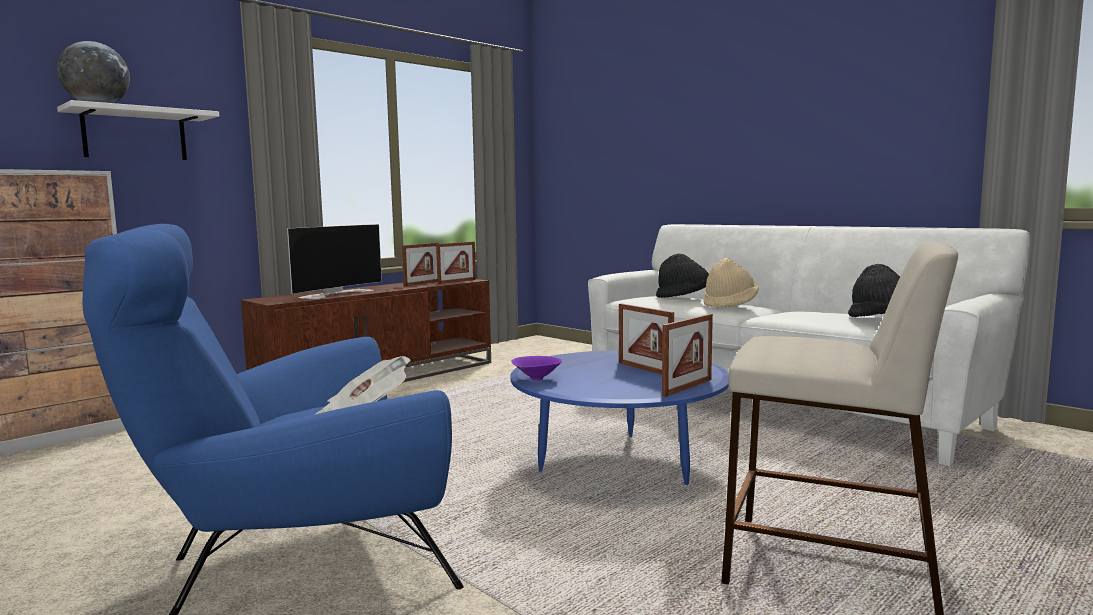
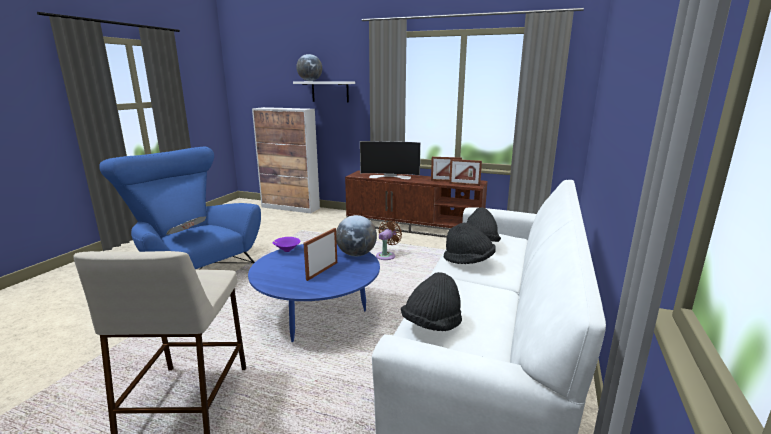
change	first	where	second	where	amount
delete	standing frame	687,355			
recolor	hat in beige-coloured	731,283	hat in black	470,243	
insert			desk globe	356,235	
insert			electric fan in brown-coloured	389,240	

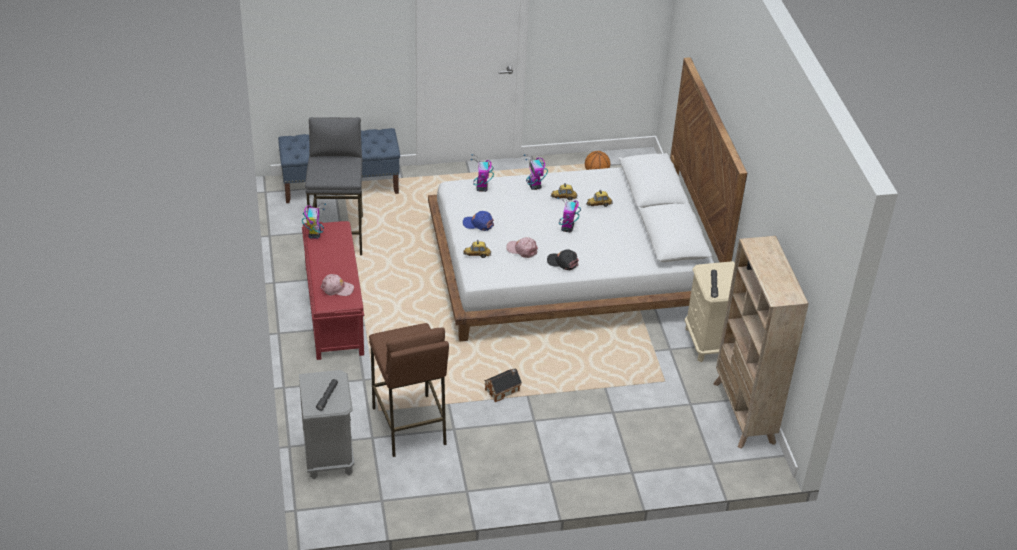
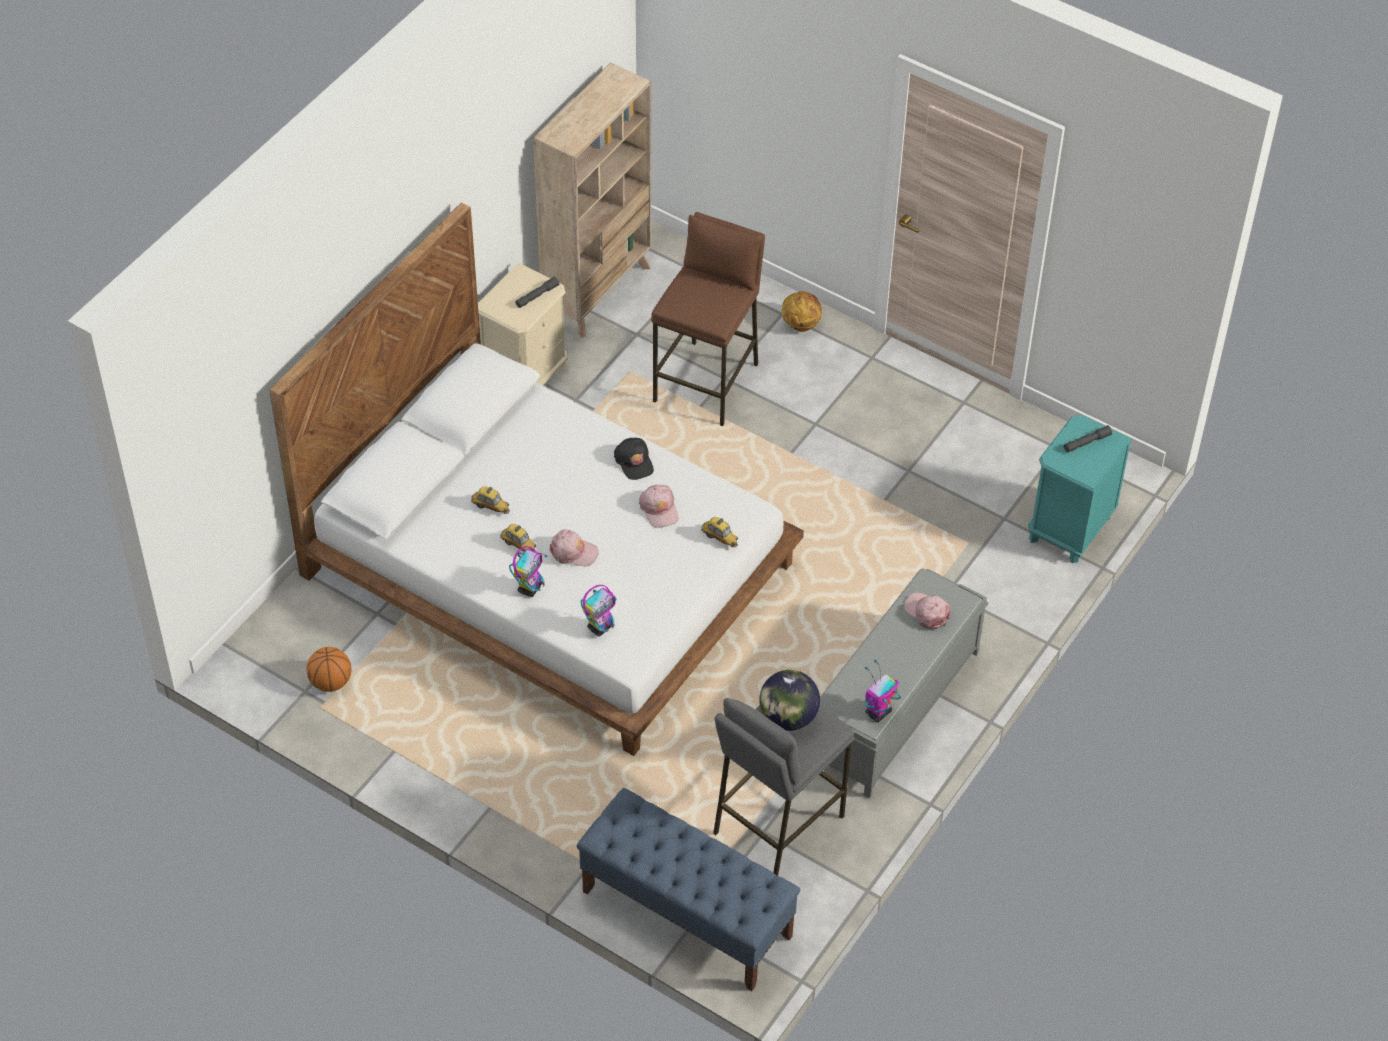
change	first	where	second	where	amount
recolor	nightstand in greyish	327,424	nightstand in turquoise-coloured	1080,489	
recolor	bench in red-coloured	333,290	bench in greyish	904,683	
move	stool in brown-coloured	409,390		708,319	
delete	cap in bluish	478,221			
delete	toy house	503,385			
delete	model robot	569,212			
insert			cap in pinkish	574,548	
insert			desk globe	789,700	
insert			basketball ball	802,311	

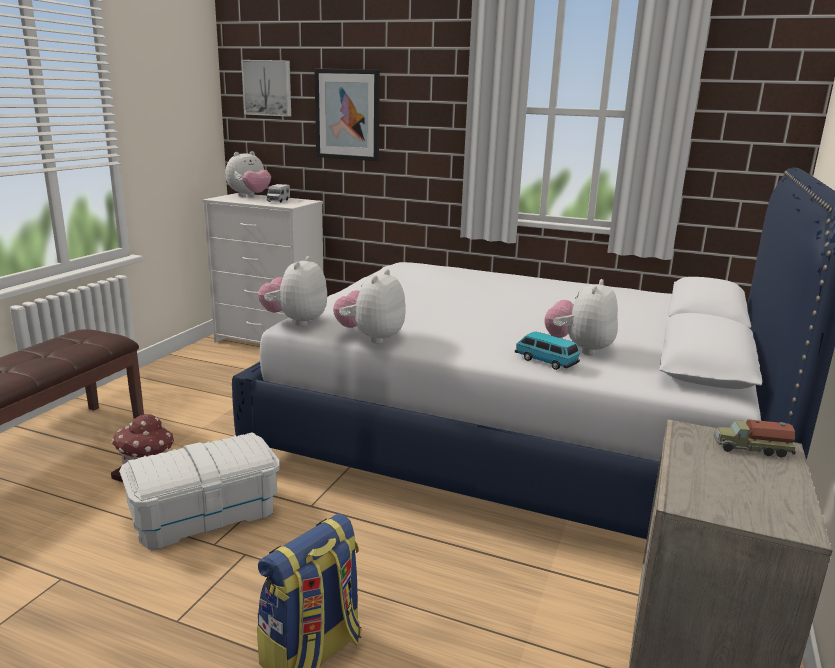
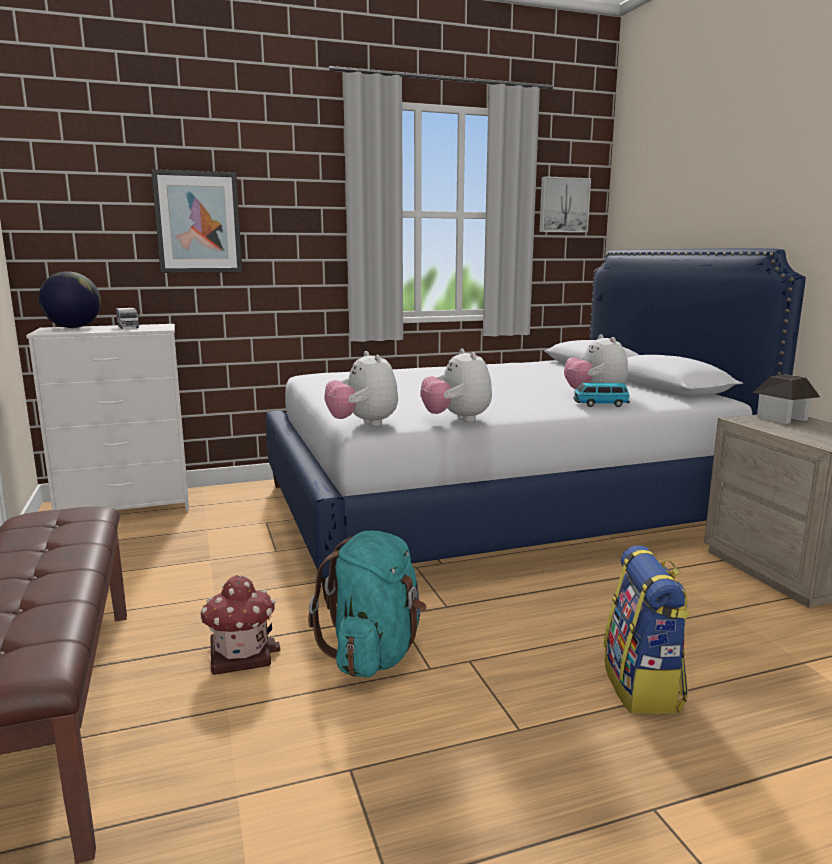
change	first	where	second	where	amount
replace	storage box in whitish	199,491	backpack in turquoise-coloured	367,604	
replace	soft toy	248,173	desk globe	70,299	
move	picture	266,88		565,204	
replace	toy truck	754,438	toy house	786,399	

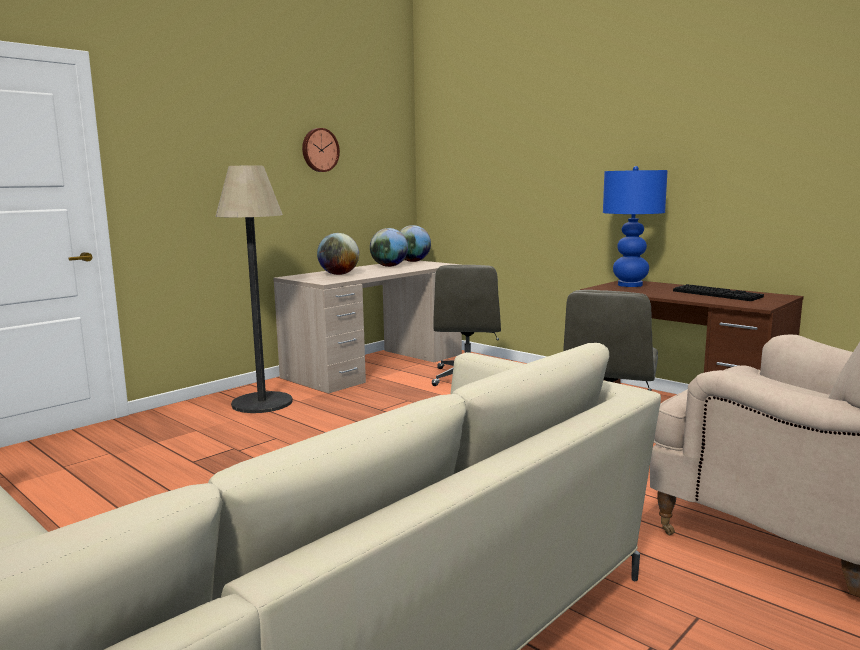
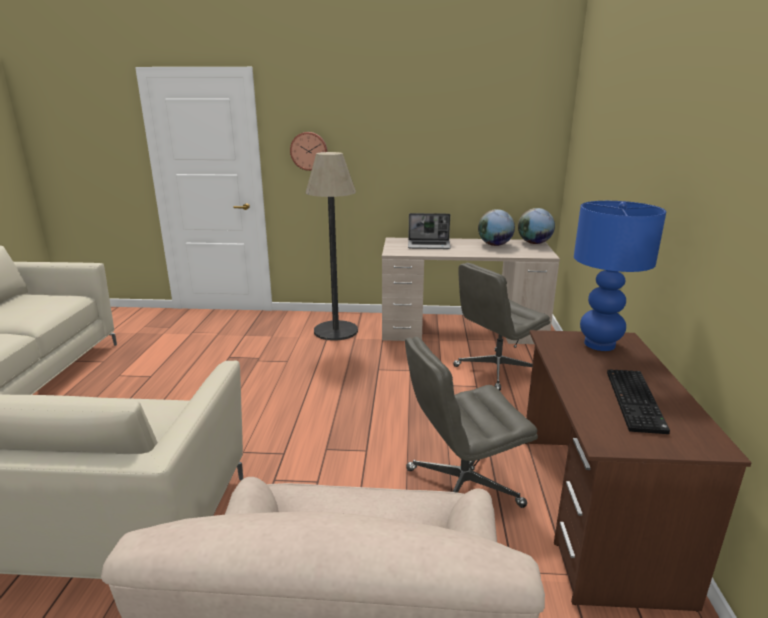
change	first	where	second	where	amount
move	hanging clock	321,150		308,151	
replace	desk globe	338,254	portable computer	429,231	

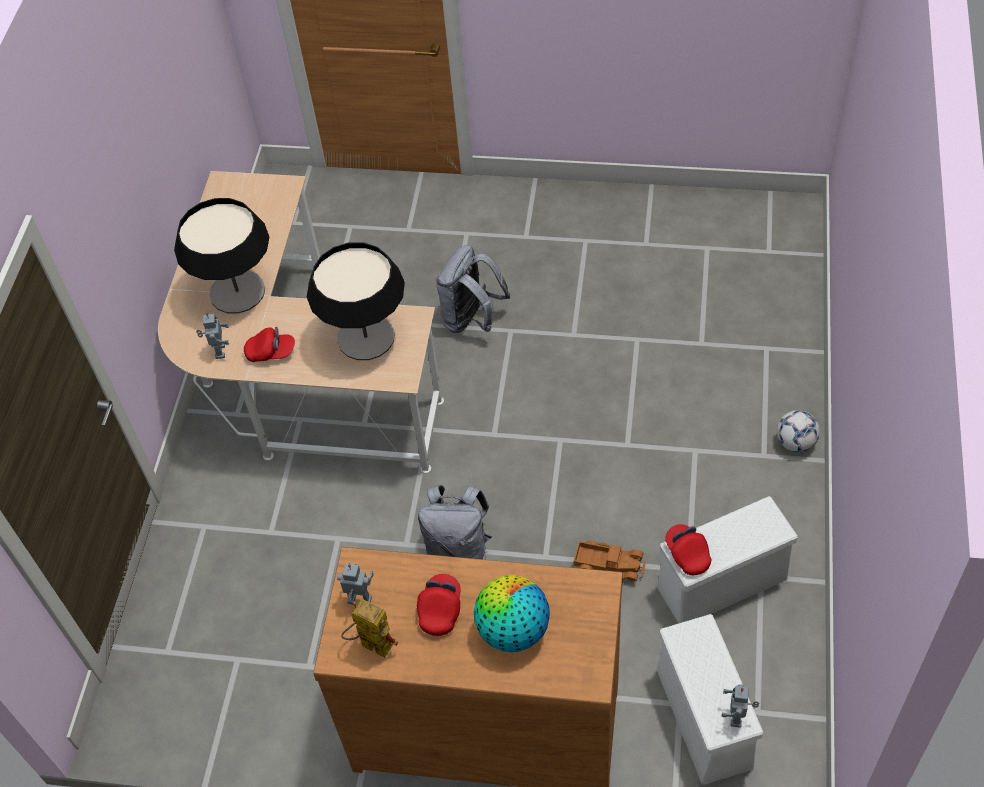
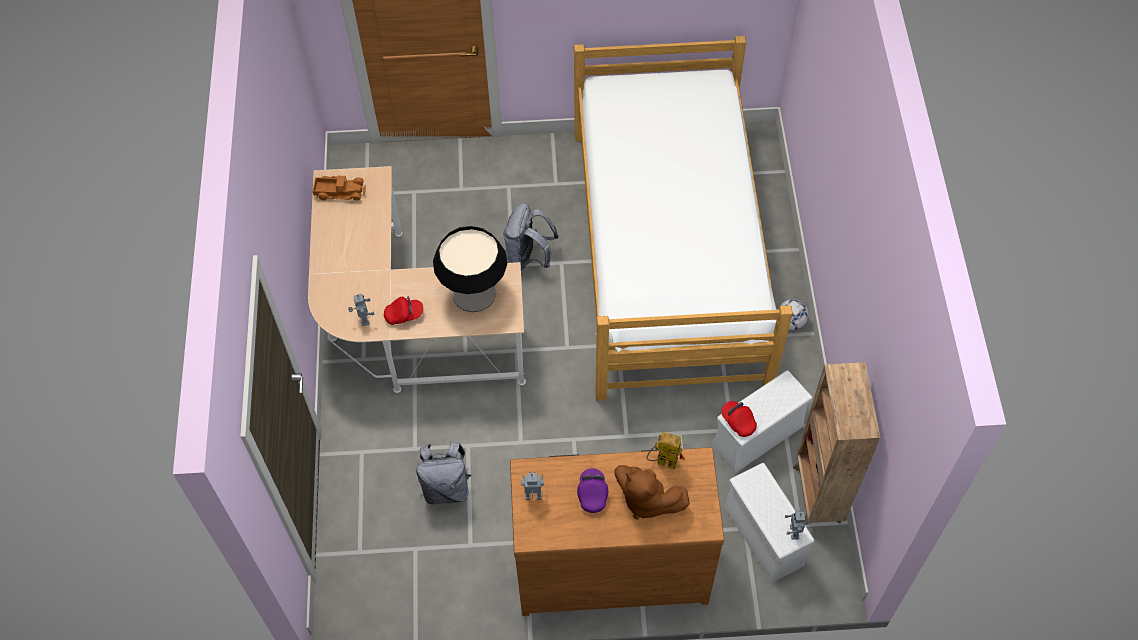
change	first	where	second	where	amount
delete	lamp for a table	221,255			
move	model robot	370,628		666,450	
recolor	cap in red-coloured	439,605	cap in purple	592,490	
move	backpack in greyish	455,522		443,473	
replace	desk globe	512,613	soft toy in brown-coloured	652,492	
move	toy truck	609,561		339,188	
insert			bedroom bed	683,218	
insert			bookcase in brown-coloured	836,444	

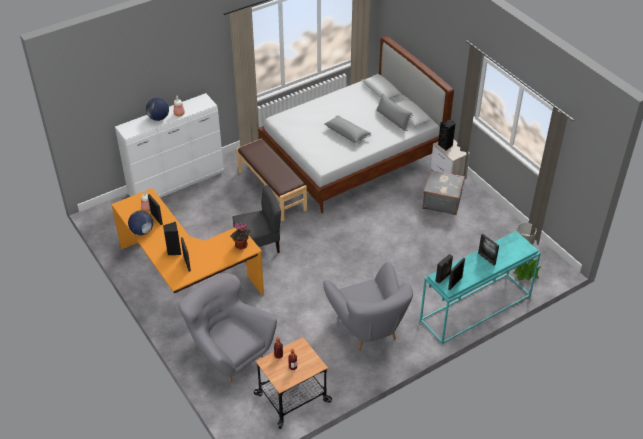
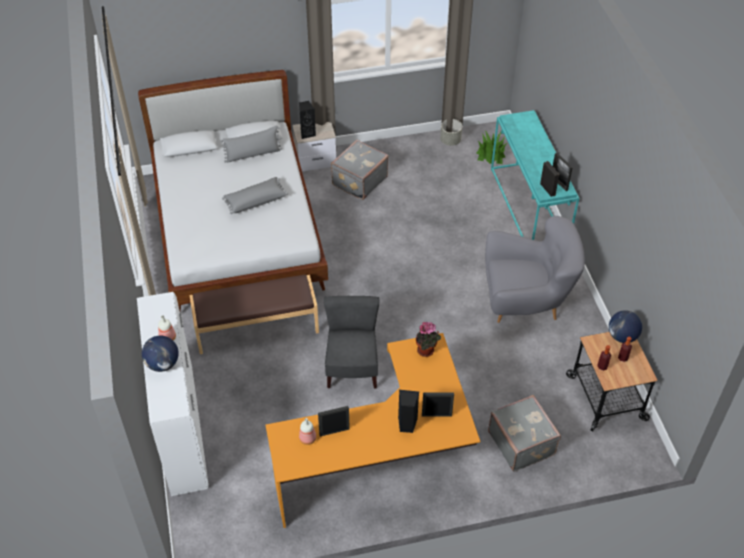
change	first	where	second	where	amount
move	desk globe	140,223		625,326	
replace	armchair in greyish	228,327	suitcase in greyish	524,433	
delete	standing frame	488,250			

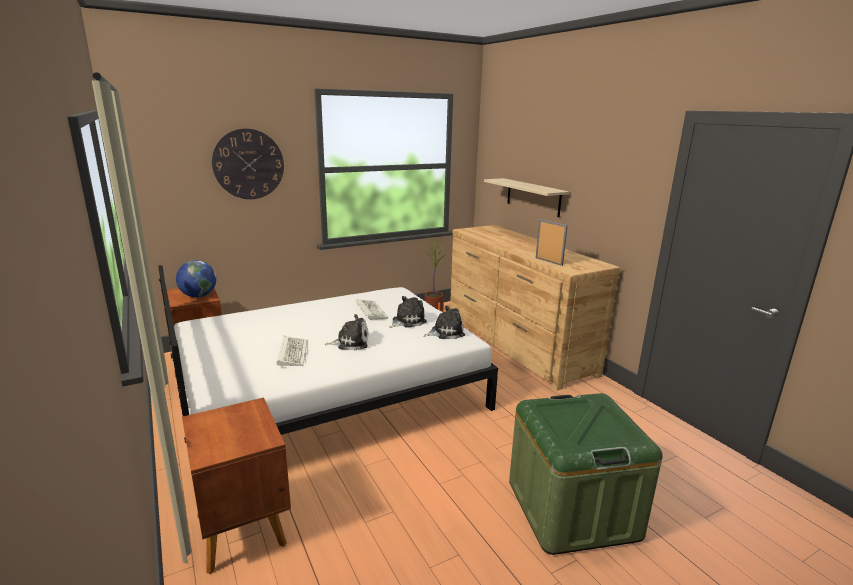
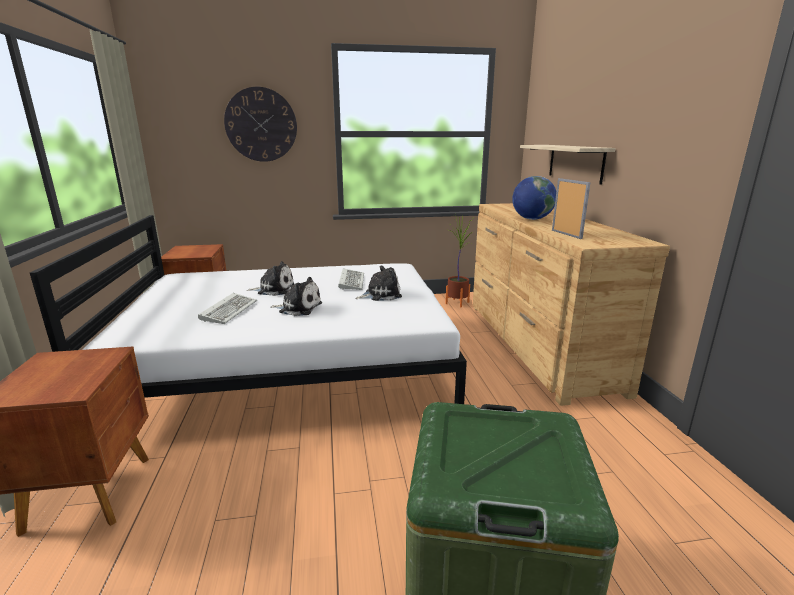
change	first	where	second	where	amount
move	desk globe	196,278		534,198	
move	soft toy	444,322		270,278	

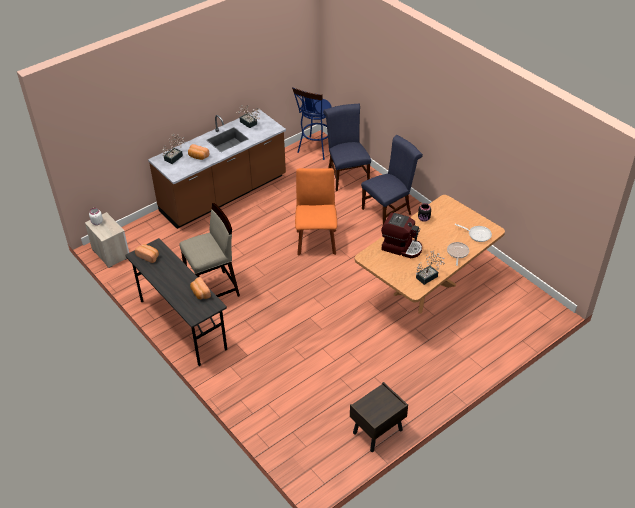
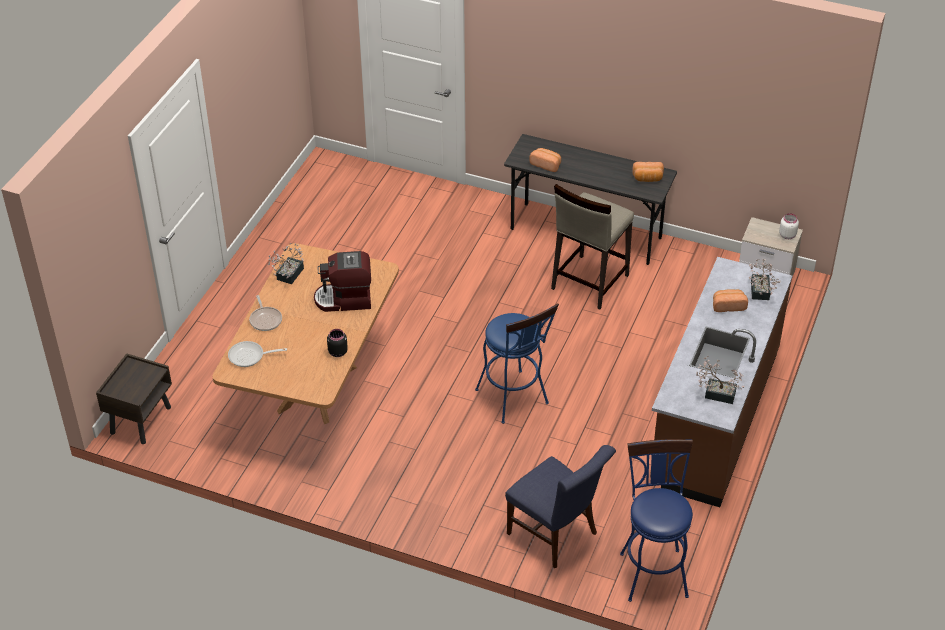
change	first	where	second	where	amount
replace	upright chair in orange-coloured	316,211	stool in bluish	517,363	
move	nightstand in brown-coloured	379,417		134,398	
delete	upright chair in bluish	392,179			

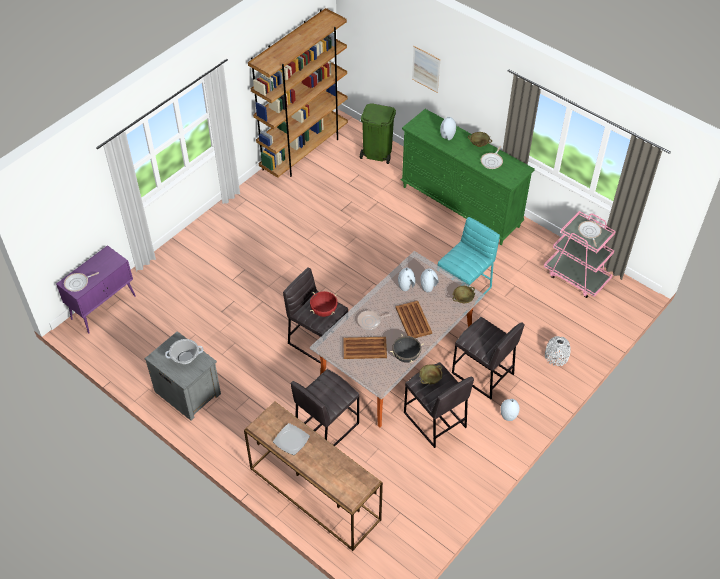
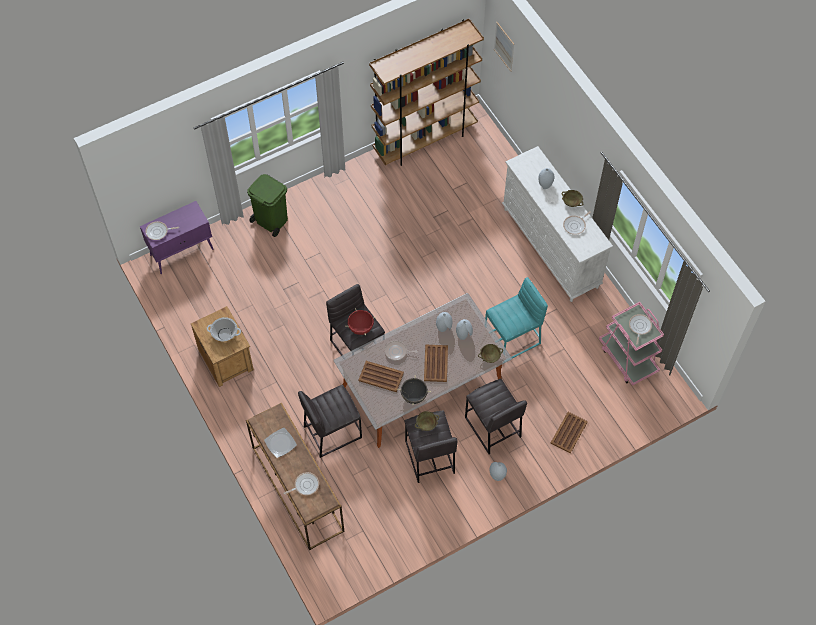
change	first	where	second	where	amount
recolor	nightstand in greyish	183,375	nightstand in brown-coloured	222,346	
move	rubbish bin in green-coloured	378,133		267,205	
recolor	dresser in green-coloured	468,177	dresser in whitish	557,224	
move	picture	426,69		504,46	
replace	decorative vase in greyish	558,351	carrying tray in brown-coloured	569,433	
insert			frying pan	301,483	

